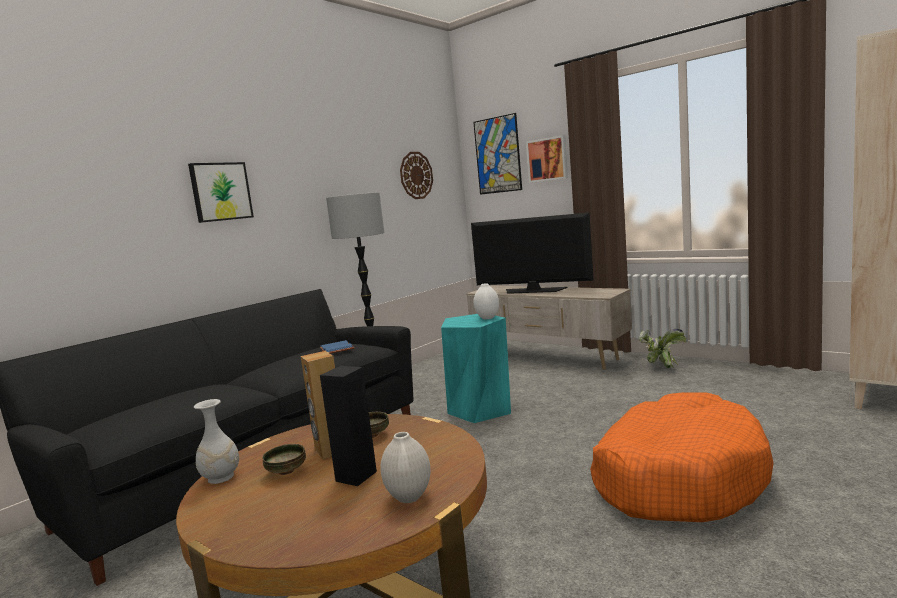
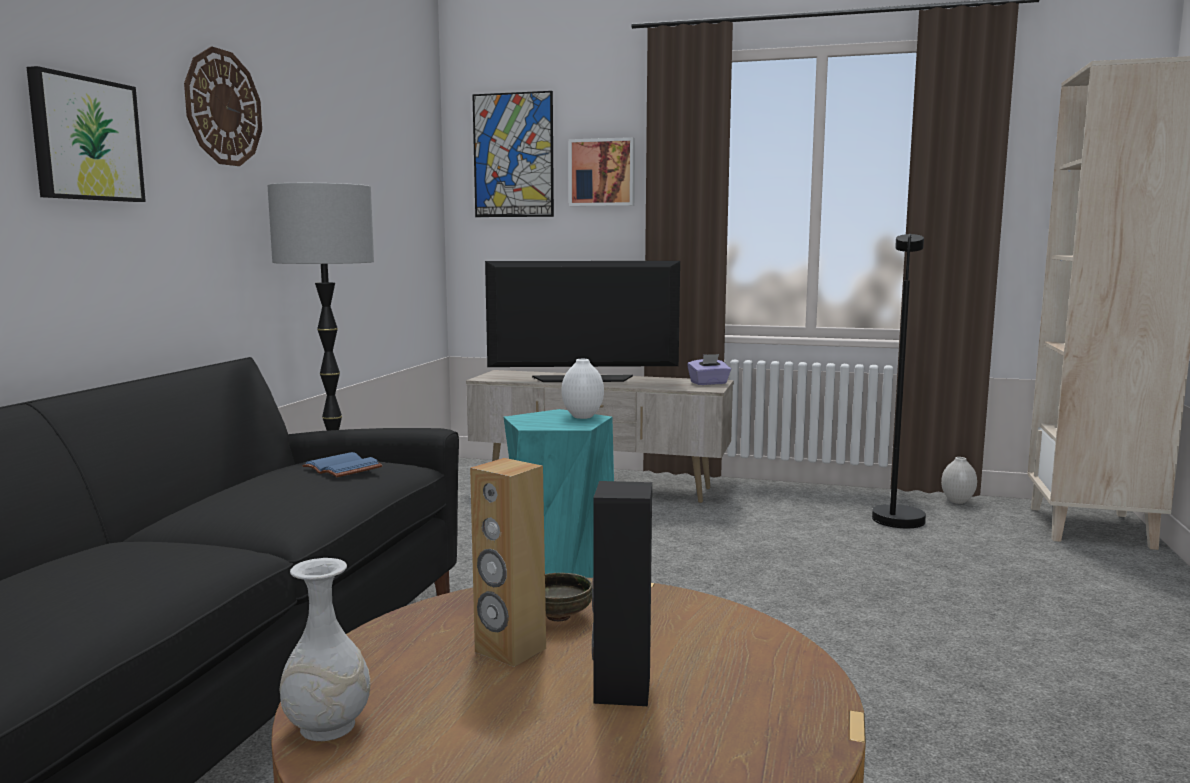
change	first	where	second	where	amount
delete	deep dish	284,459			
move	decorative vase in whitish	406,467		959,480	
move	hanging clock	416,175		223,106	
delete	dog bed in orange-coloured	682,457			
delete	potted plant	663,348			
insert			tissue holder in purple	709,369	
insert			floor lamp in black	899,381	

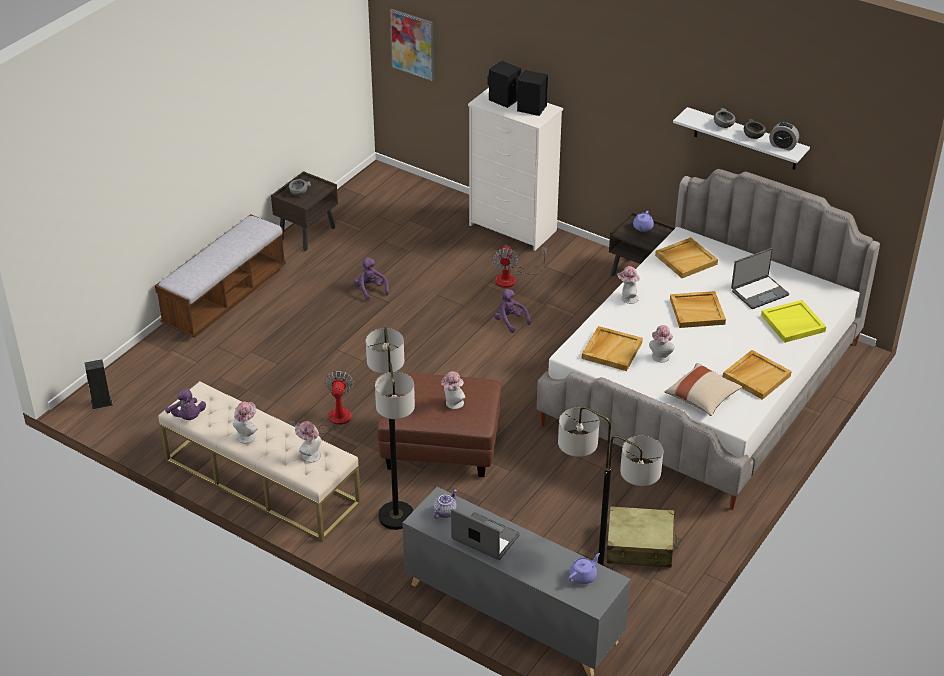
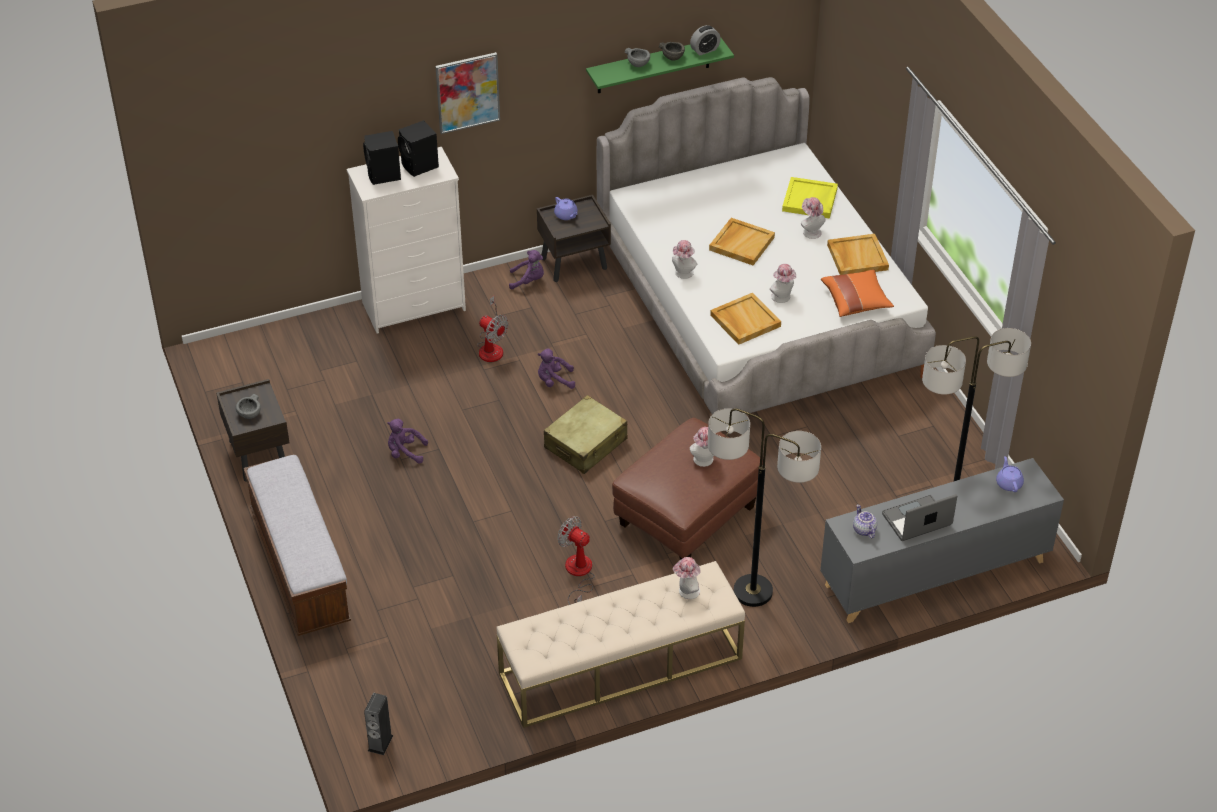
change	first	where	second	where	amount
move	soft toy in purple	185,404		526,270	
move	hat	245,422		813,218	
move	picture	412,45		468,93	
move	suitcase in beige-coloured	642,537		586,434	
delete	carrying tray in beige-coloured	686,257			
recolor	pillow in beige-coloured	703,389	pillow in orange-coloured	857,293	
recolor	shelf in whitish	741,138	shelf in green-coloured	660,65	
delete	portable computer	760,278			

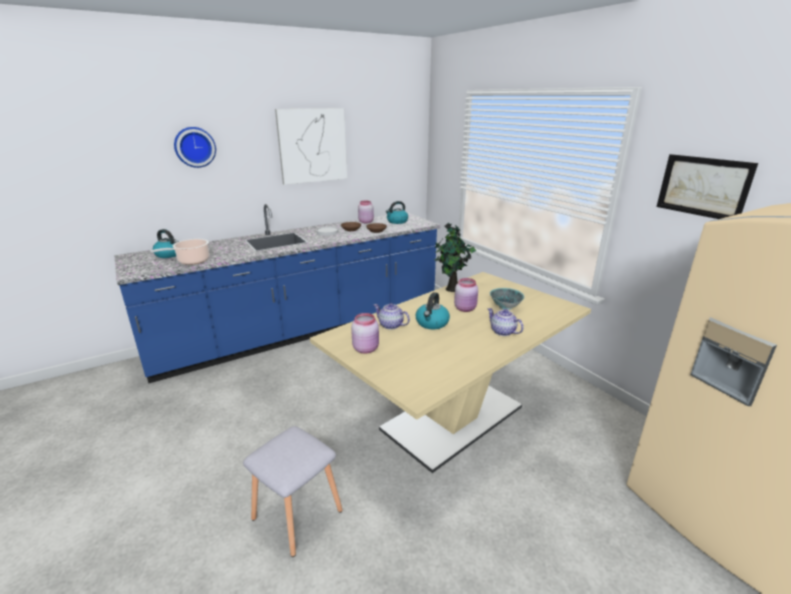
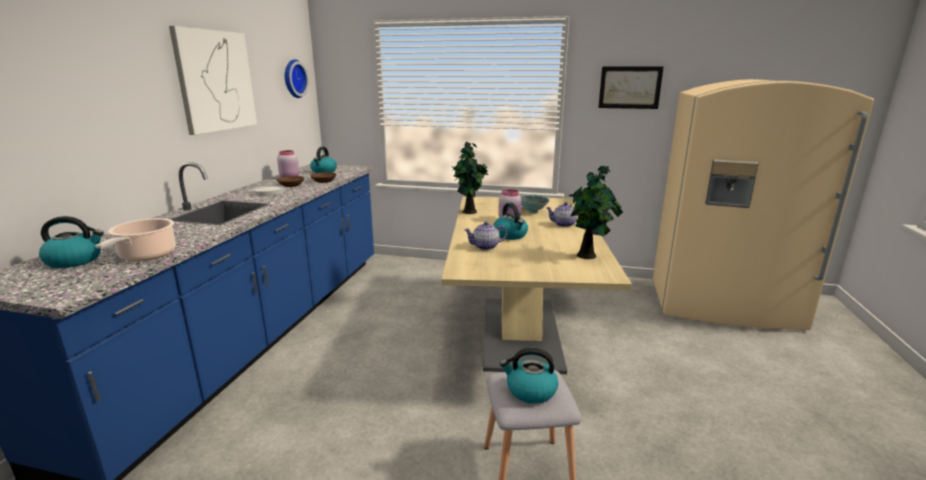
change	first	where	second	where	amount
move	hanging clock	195,147		297,78	
delete	preserve jar in pinkish	365,333			
insert			kettle	529,376	
insert			potted plant	595,212	

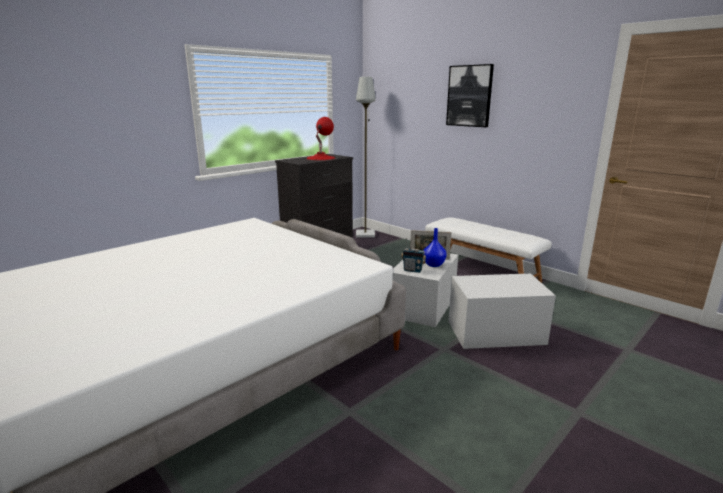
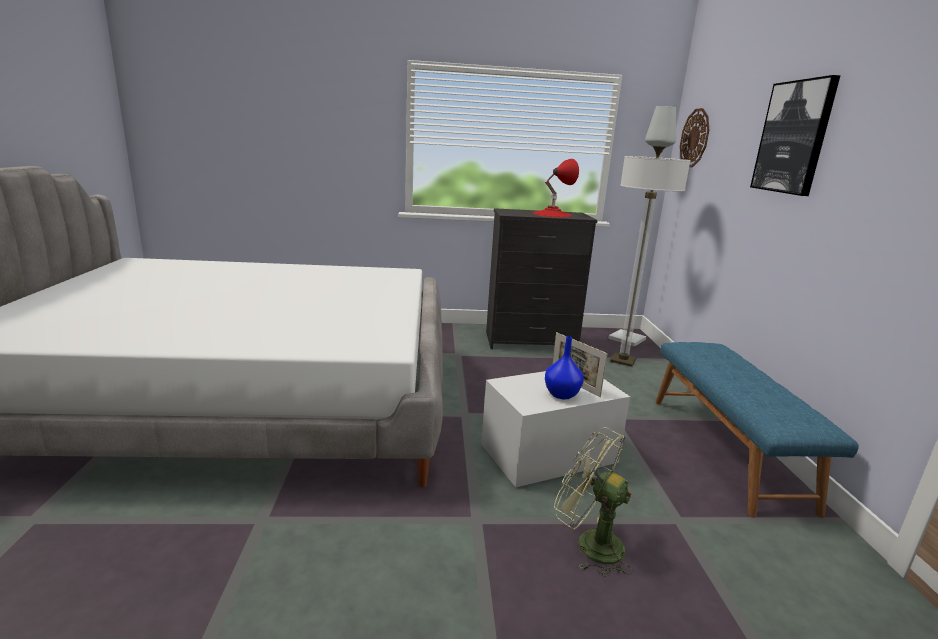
change	first	where	second	where	amount
delete	radio receiver	413,255			
recolor	bench in whitish	488,250	bench in bluish	757,430	
replace	storage box in whitish	502,311	electric fan in green-coloured	594,502	
insert			floor lamp	650,261	
insert			hanging clock	694,137	

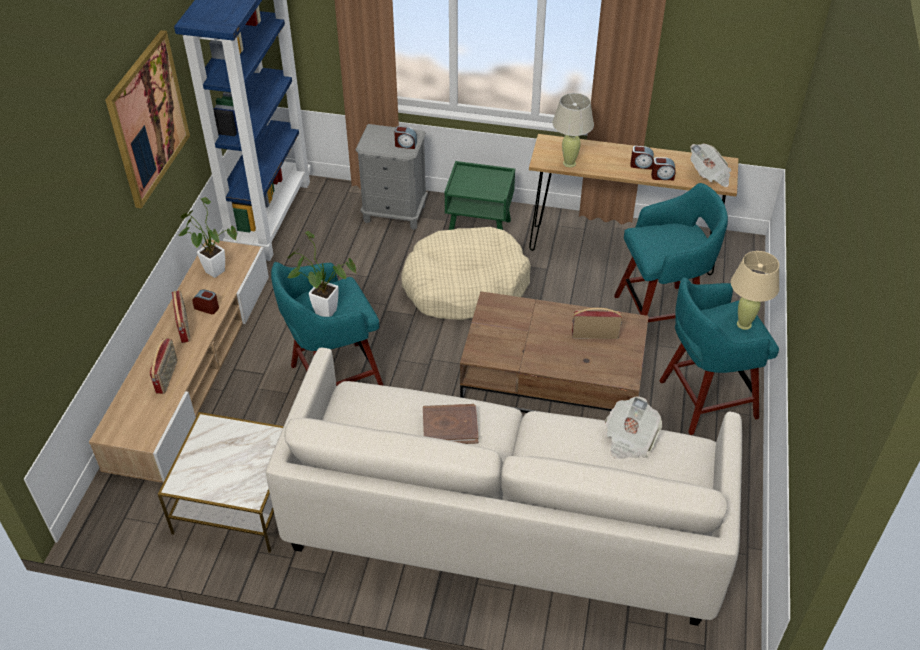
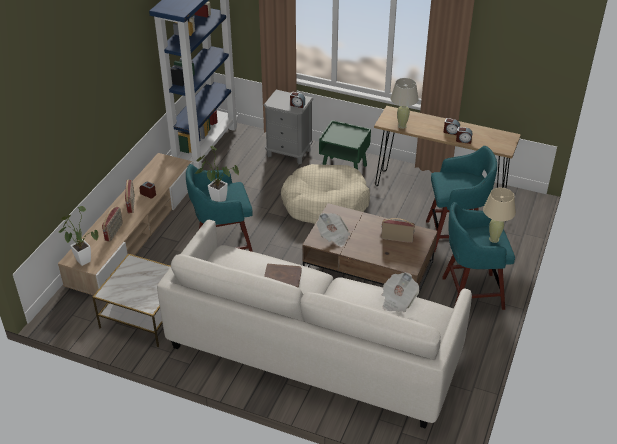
change	first	where	second	where	amount
delete	picture	147,119			
move	potted plant	208,237		78,236	
move	printed paper	711,165		333,230	

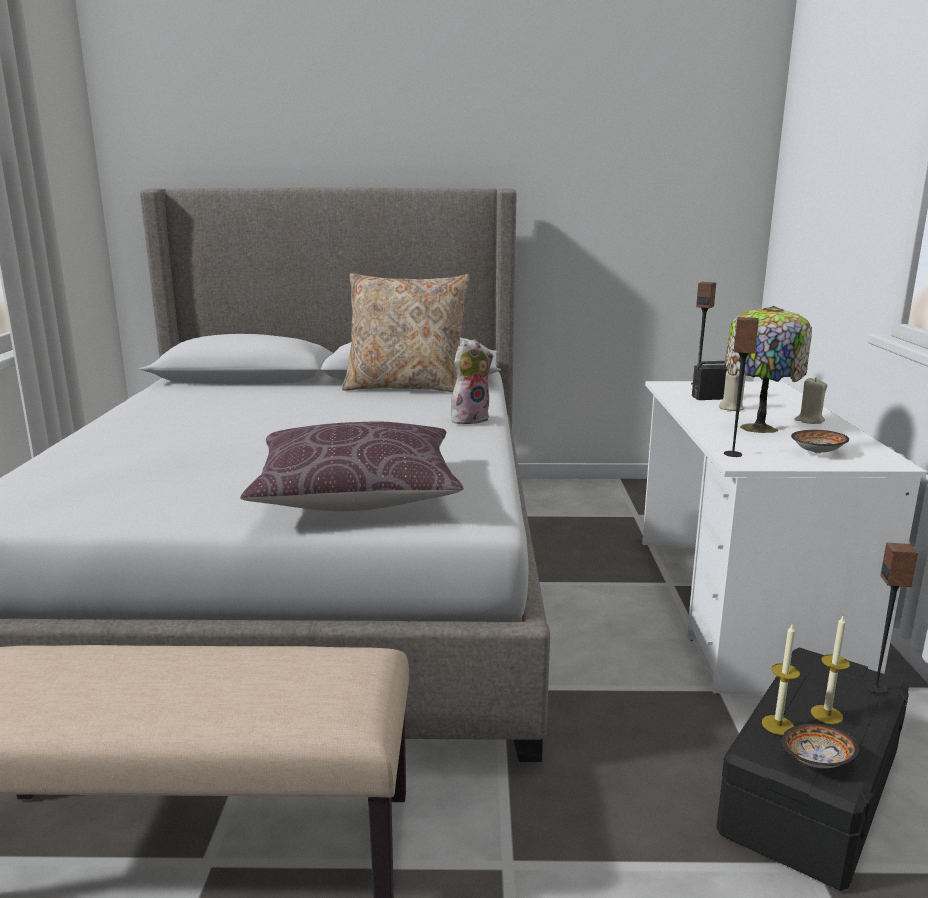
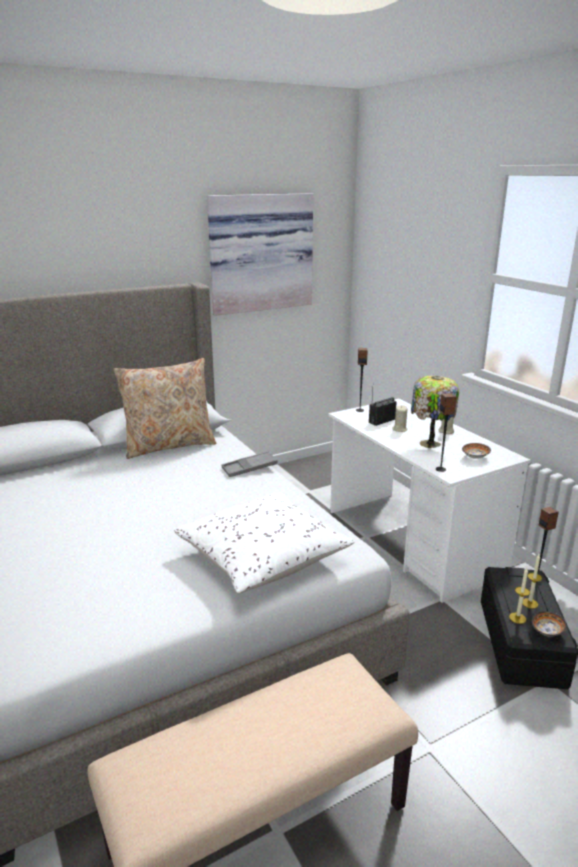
change	first	where	second	where	amount
recolor	pillow in brown-coloured	352,466	pillow in whitish	264,543	
replace	soft toy	472,381	carrying tray in greyish	249,464	
insert			picture	260,254	

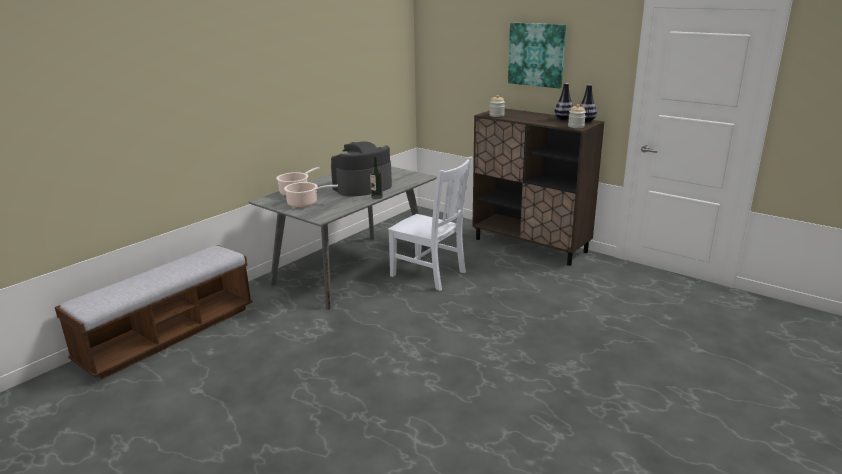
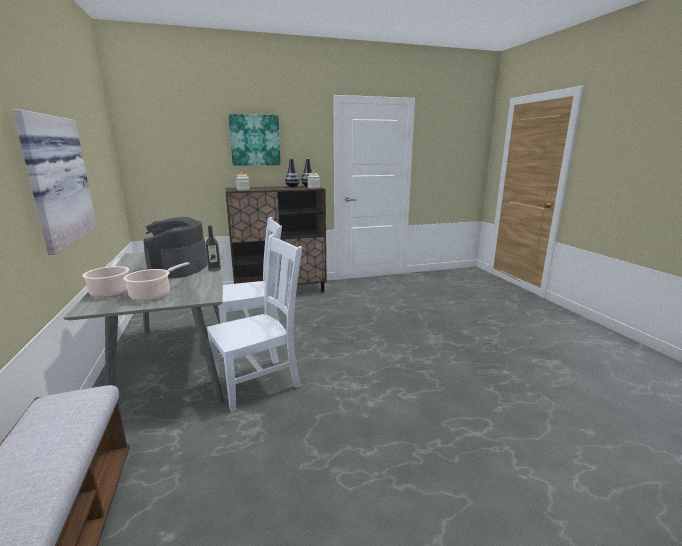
change	first	where	second	where	amount
insert			picture	54,182	
insert			upright chair in whitish	254,323	

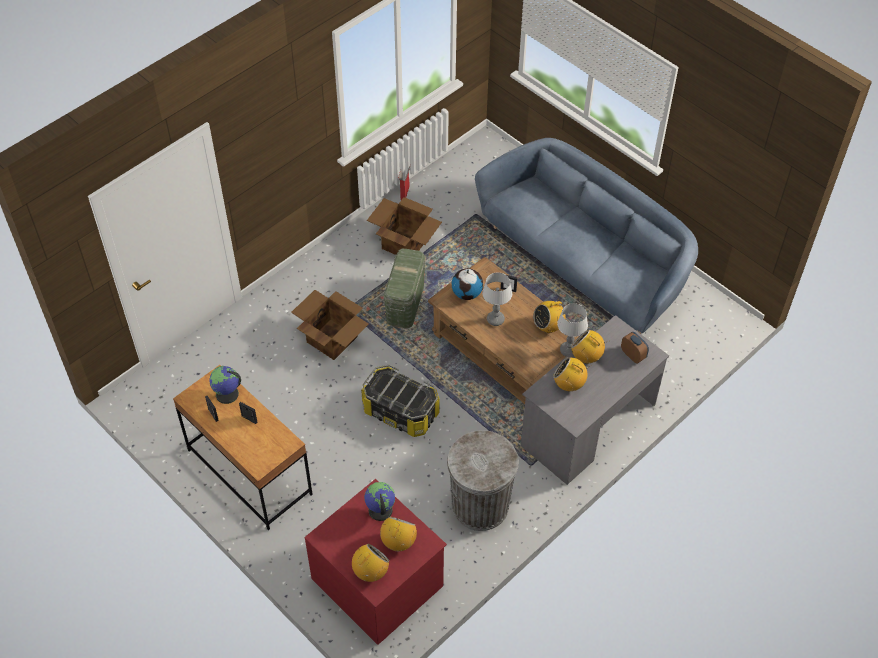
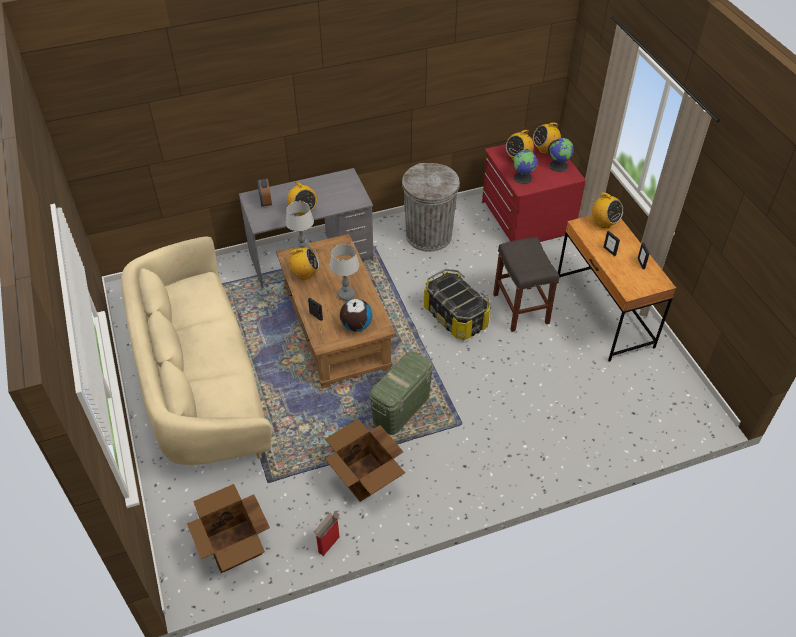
change	first	where	second	where	amount
move	desk globe	225,385		561,155	
move	carton	330,325		228,528	
recolor	couch in bluish	586,236	couch in beige-coloured	196,350	
move	radio receiver	572,374		607,210	
insert			stool in greyish	526,284	

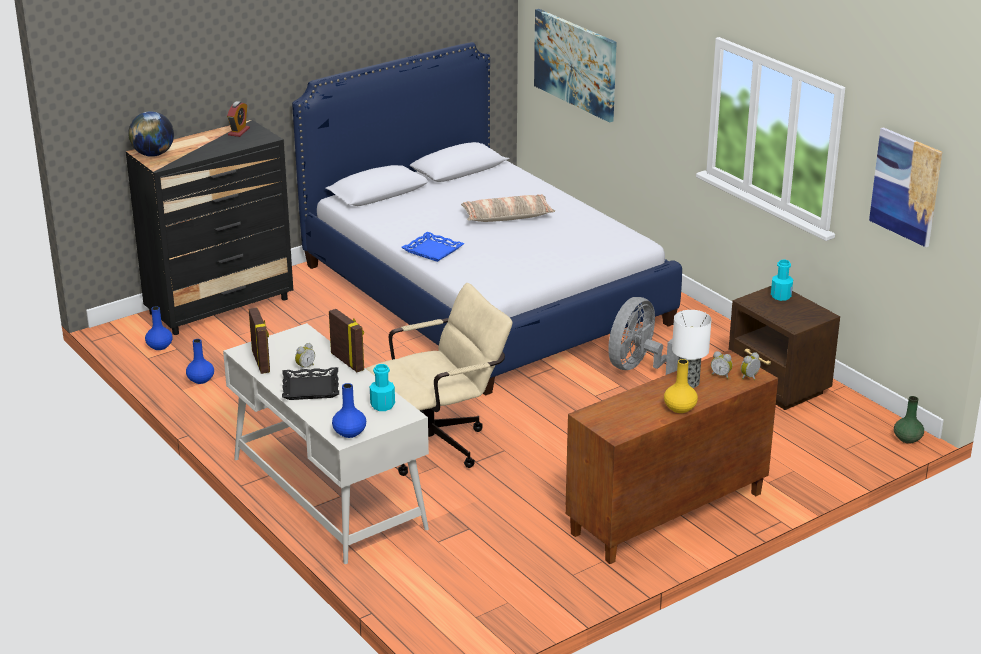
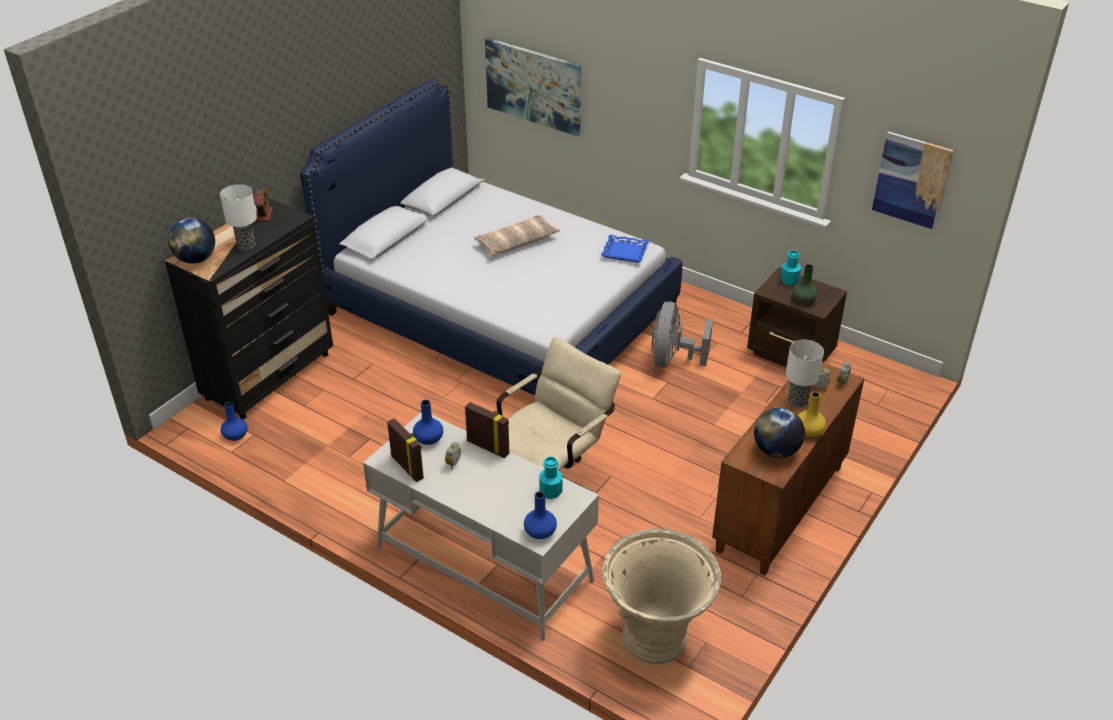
change	first	where	second	where	amount
move	decorative vase in bluish	200,361		428,422	
delete	carrying tray in black	310,383			
move	carrying tray in bluish	432,247		625,249	
move	decorative vase in green-coloured	909,420		805,284	
insert			lamp for a table	238,217	
insert			plant pot in beige-coloured	662,596	
insert			desk globe	779,433	

